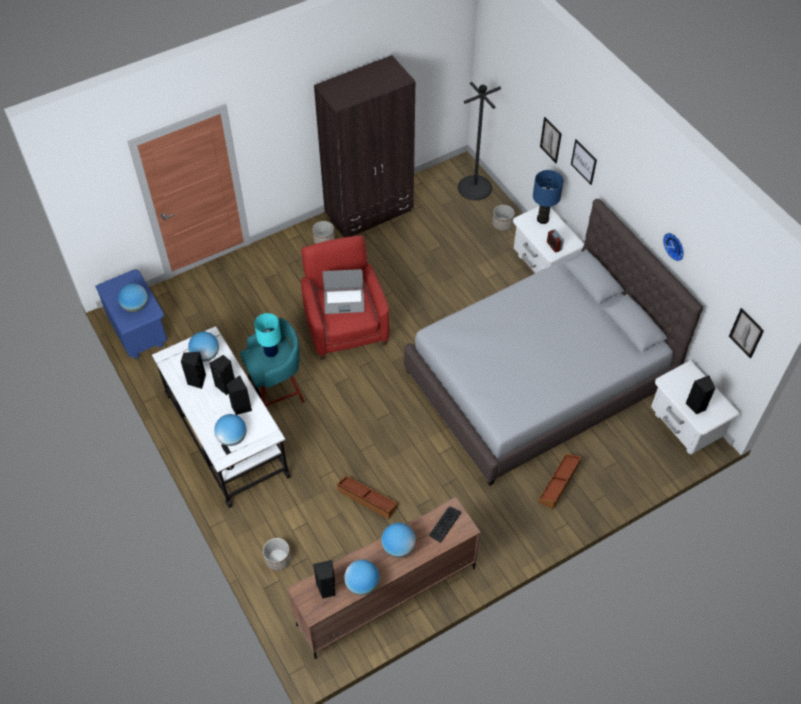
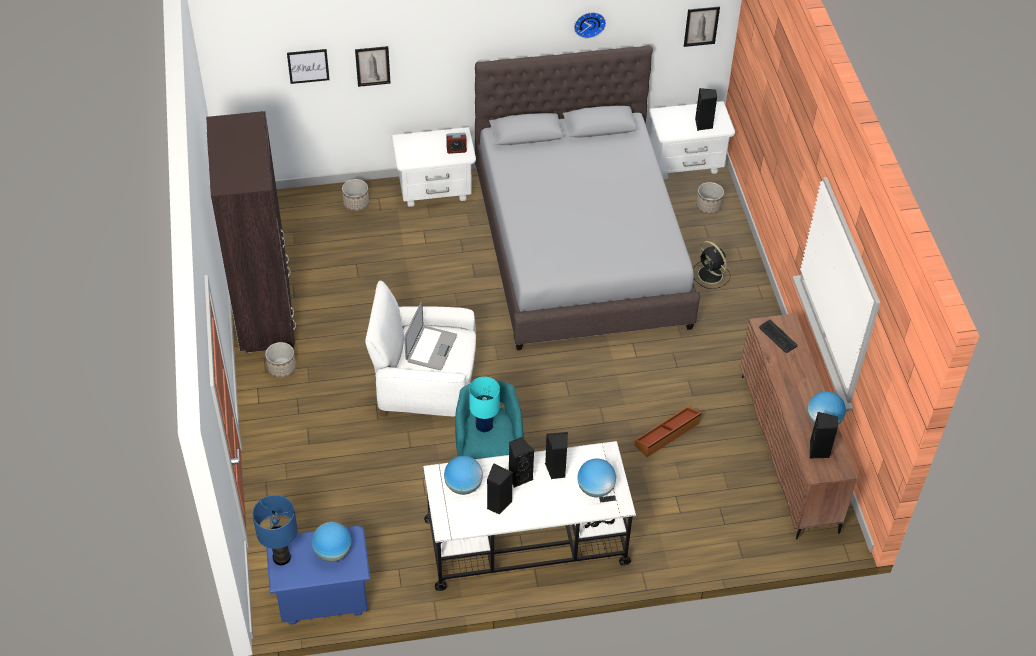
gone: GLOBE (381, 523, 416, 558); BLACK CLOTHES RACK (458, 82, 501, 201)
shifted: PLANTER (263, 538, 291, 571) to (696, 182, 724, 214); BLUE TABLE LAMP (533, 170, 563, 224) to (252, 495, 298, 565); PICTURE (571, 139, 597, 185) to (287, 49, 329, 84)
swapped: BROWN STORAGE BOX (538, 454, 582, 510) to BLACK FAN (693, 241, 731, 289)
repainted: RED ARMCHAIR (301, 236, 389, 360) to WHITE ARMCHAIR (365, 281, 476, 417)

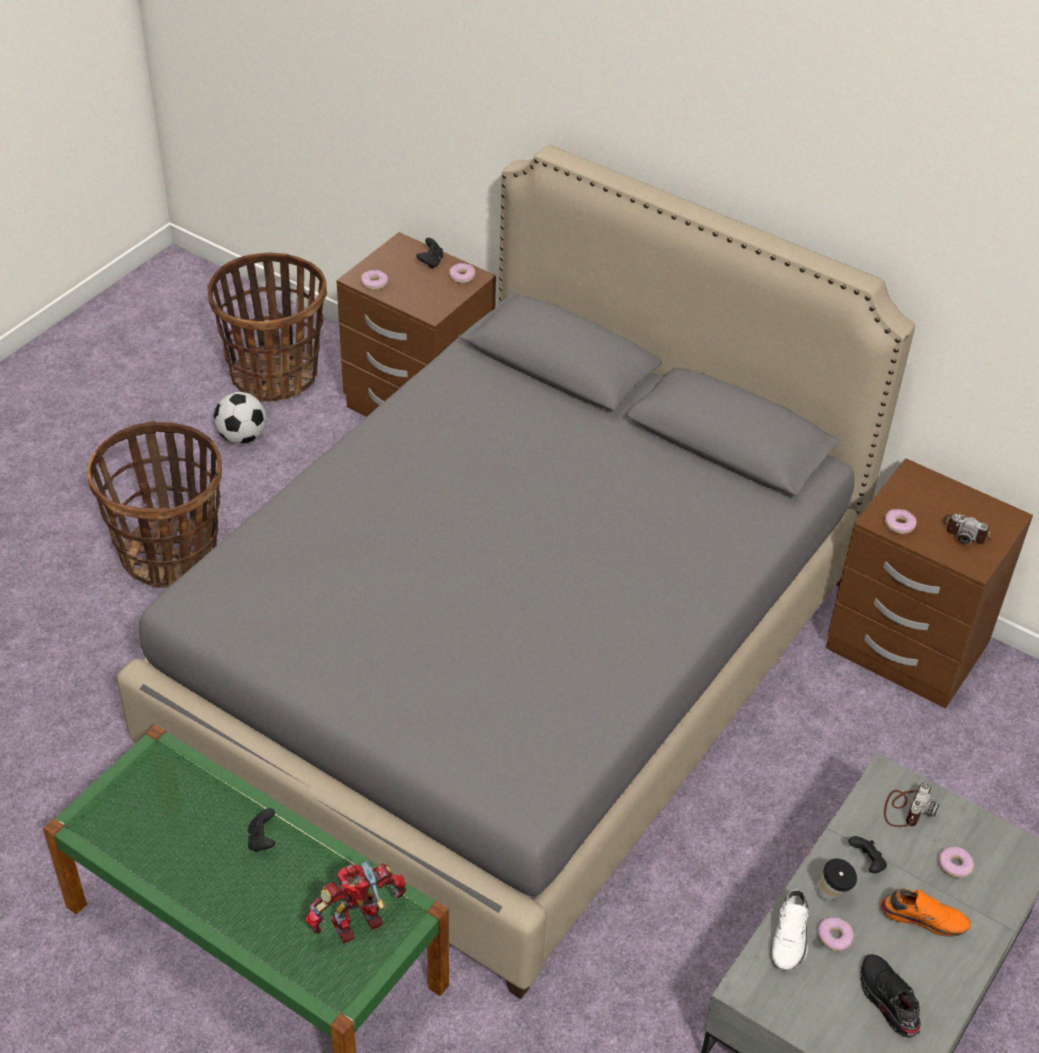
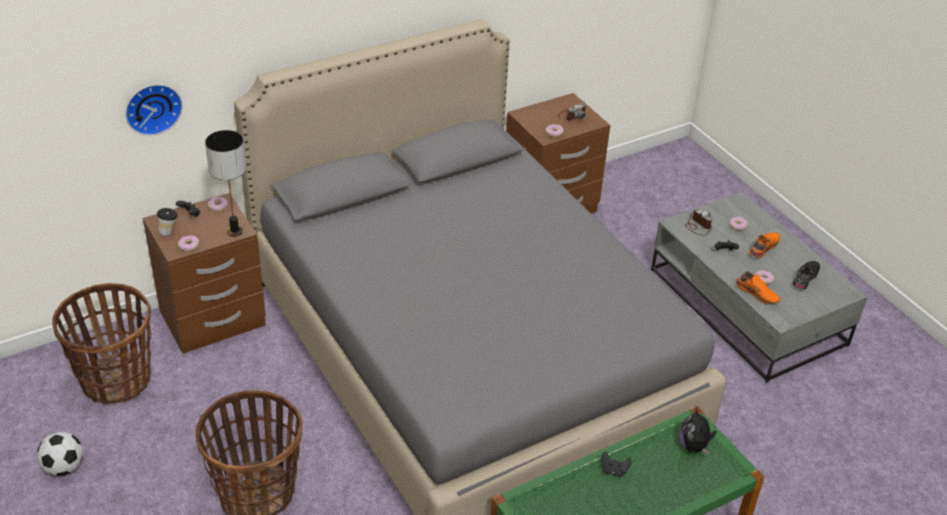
new: WALL CLOCK (125, 84, 182, 135); TABLE LAMP (205, 130, 246, 237)
shifted: FOOTBALL (214, 392, 267, 444) to (37, 432, 83, 476); CUP (816, 858, 857, 901) to (157, 208, 178, 236)
swapped: TOY ROBOT (306, 860, 406, 943) to PLUSH TOY (680, 407, 717, 455)
repainted: WHITE SHOE (771, 890, 809, 971) to ORANGE SHOE (736, 271, 780, 305)
rotated: BLACK SHOE (860, 954, 921, 1038) = (793, 261, 820, 290) 120 degrees clockwise

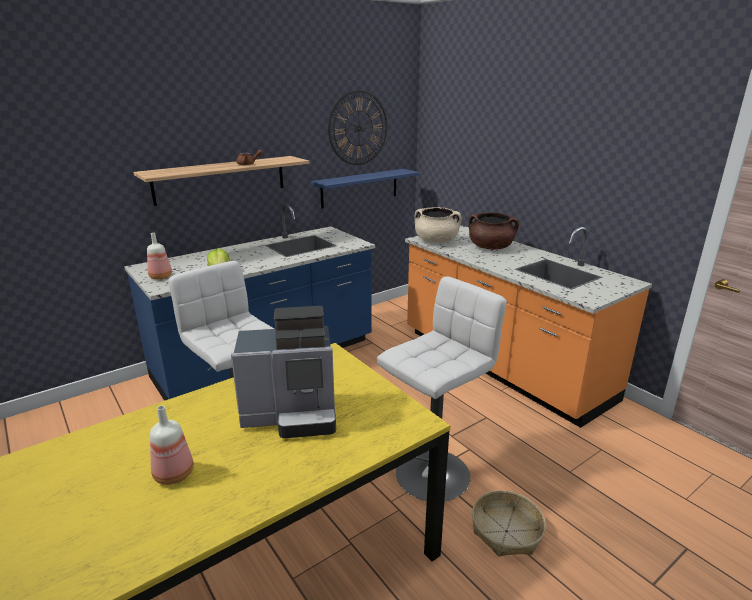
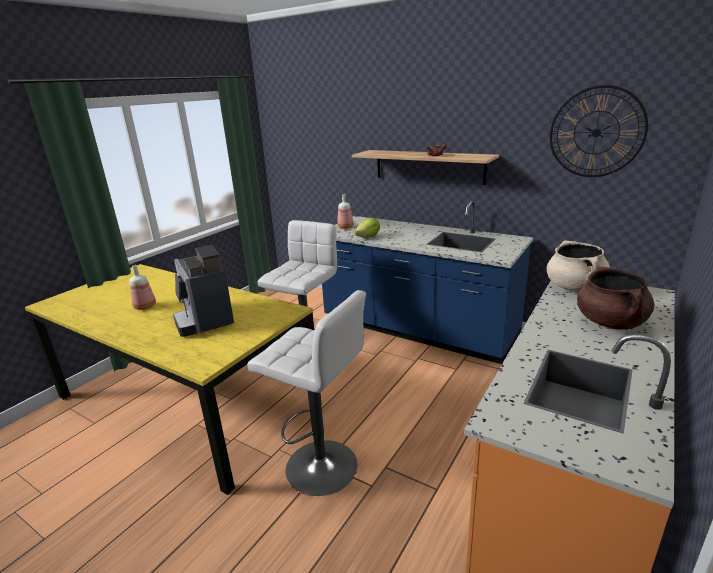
gone: BLUE SHELF (311, 169, 419, 209); BASKET (472, 490, 546, 557)

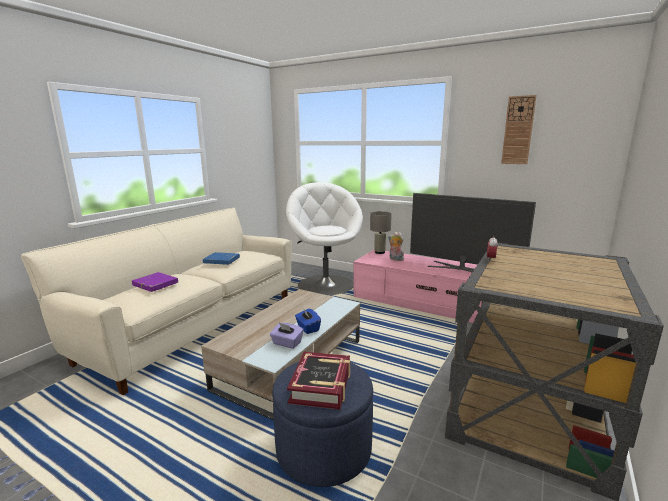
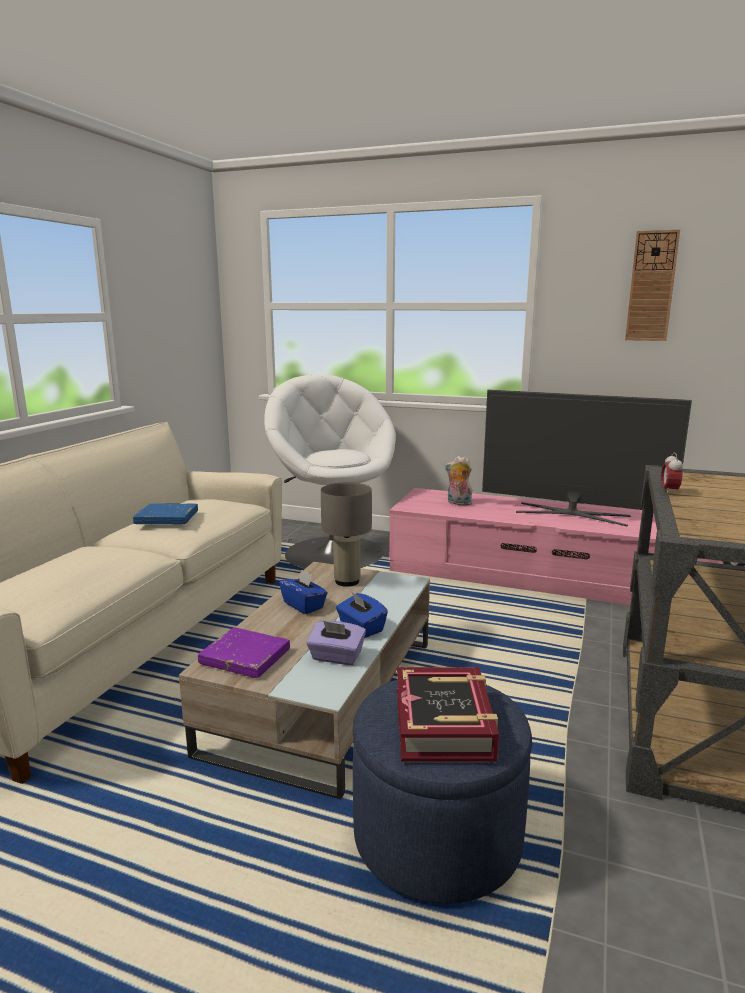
new: BLUE TISSUE BOX (279, 570, 328, 614)
shifted: PURPLE BOOK (132, 272, 178, 292) to (198, 627, 290, 678); GREY TABLE LAMP (370, 211, 391, 254) to (321, 482, 372, 587)

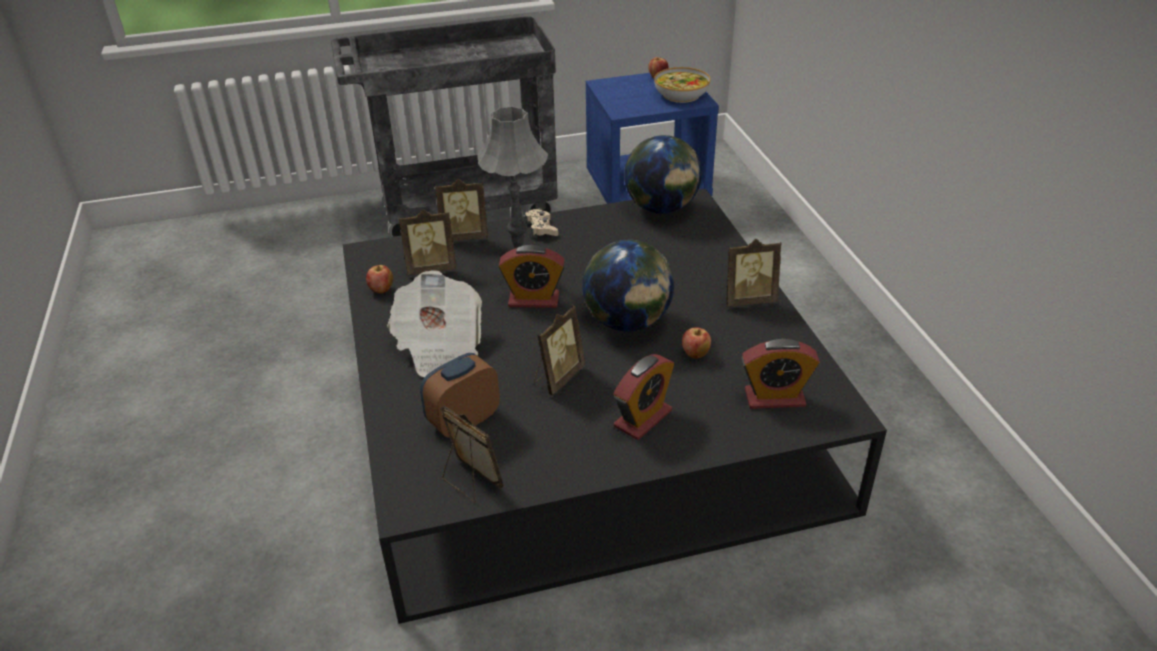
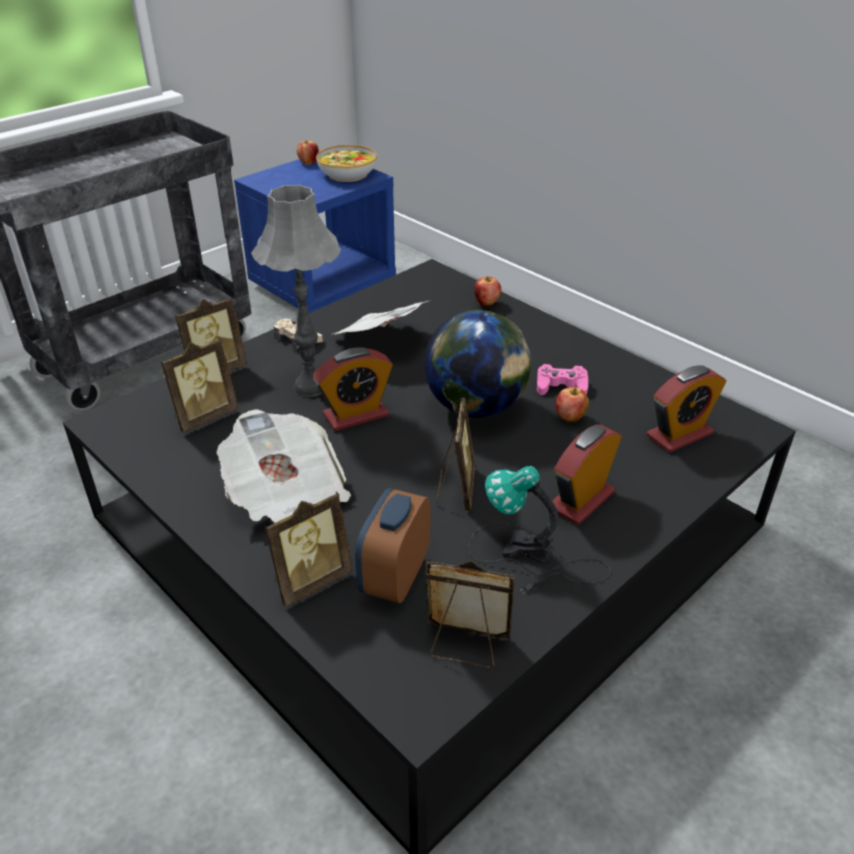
gone: GLOBE (624, 135, 702, 214)
new: NEWSPAPER (333, 301, 428, 335); TABLE LAMP (468, 466, 611, 594); PINK GAME CONTROLLER (537, 364, 588, 395)
shifted: APPLE (366, 265, 393, 294) to (474, 276, 501, 306); PICTURE FRAME (726, 239, 782, 307) to (264, 492, 353, 607)
rotated: ALARM CLOCK (614, 354, 674, 440) = (552, 425, 622, 525) 150 degrees counterclockwise

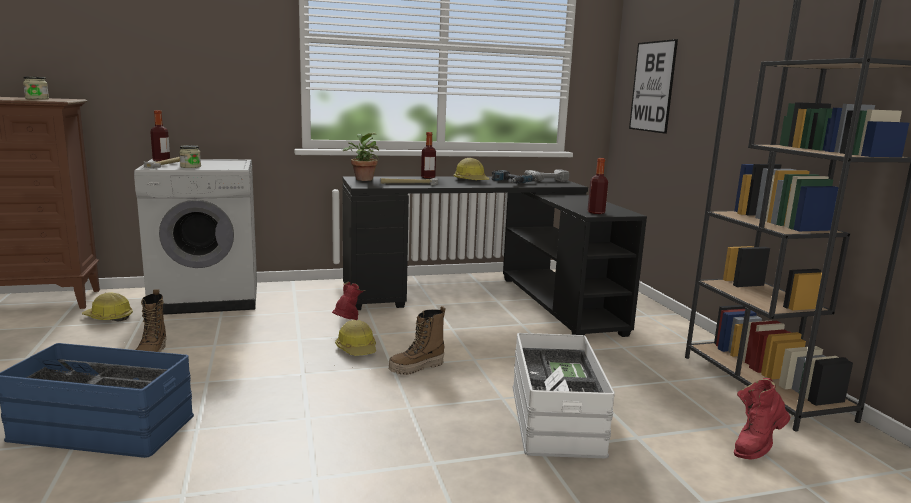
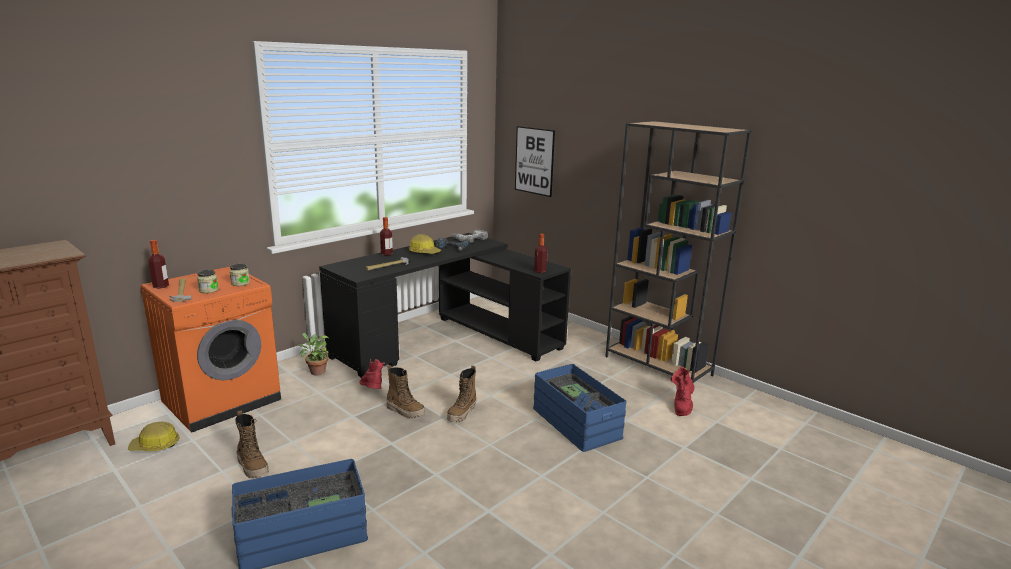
shifted: JAR (23, 76, 49, 100) to (230, 264, 250, 286); POTTED PLANT (343, 132, 379, 181) to (299, 333, 330, 375)
swapped: HARD HAT (335, 320, 376, 356) to BOOT (387, 365, 425, 419)
repainted: WHITE WASHING MACHINE (134, 159, 257, 315) to ORANGE WASHING MACHINE (141, 267, 281, 433); WHITE STORAGE BOX (513, 333, 615, 458) to BLUE STORAGE BOX (533, 364, 627, 452)

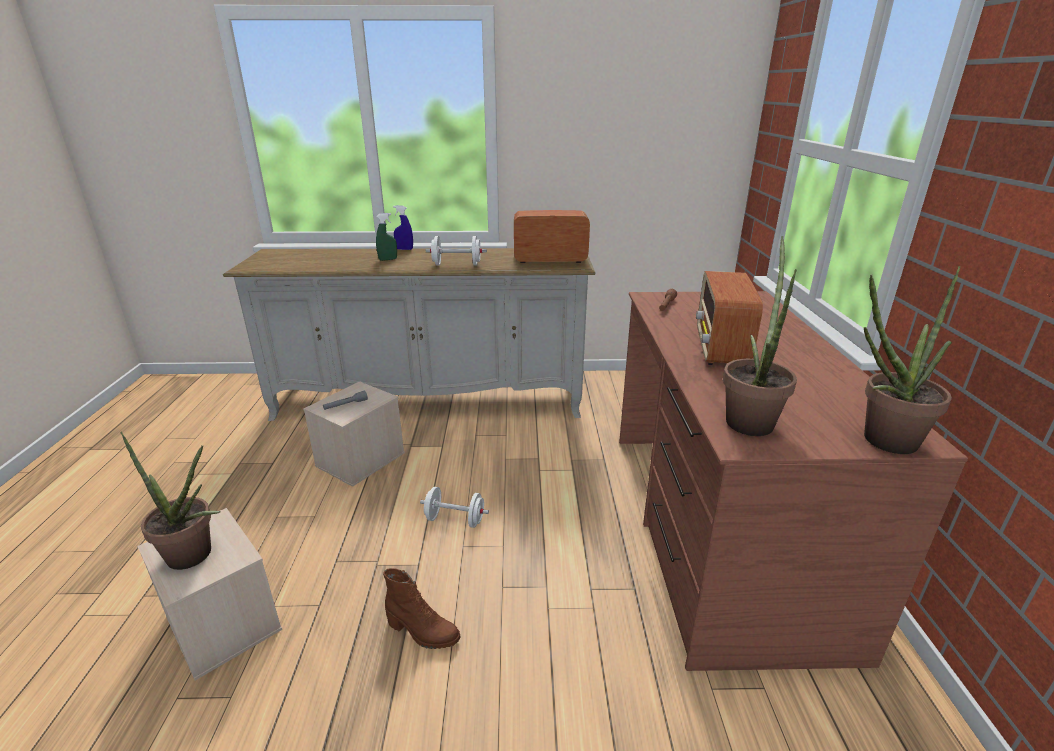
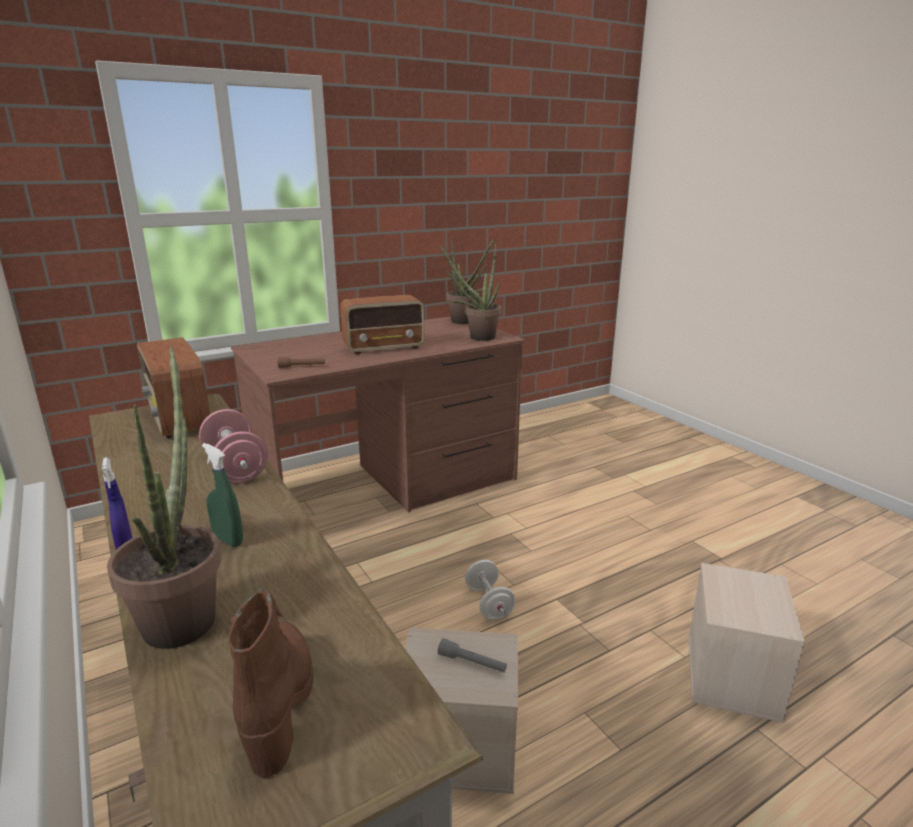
shifted: POTTED PLANT (120, 431, 220, 570) to (107, 346, 221, 649); BROWN BOOT (383, 568, 460, 649) to (228, 588, 314, 778)
repainted: WHITE DUMBBELL (426, 236, 487, 265) to PINK DUMBBELL (199, 409, 268, 483)

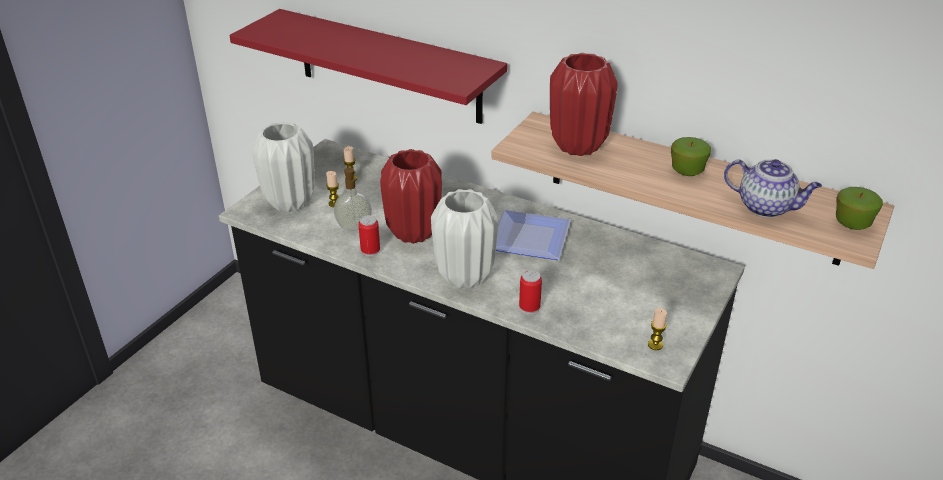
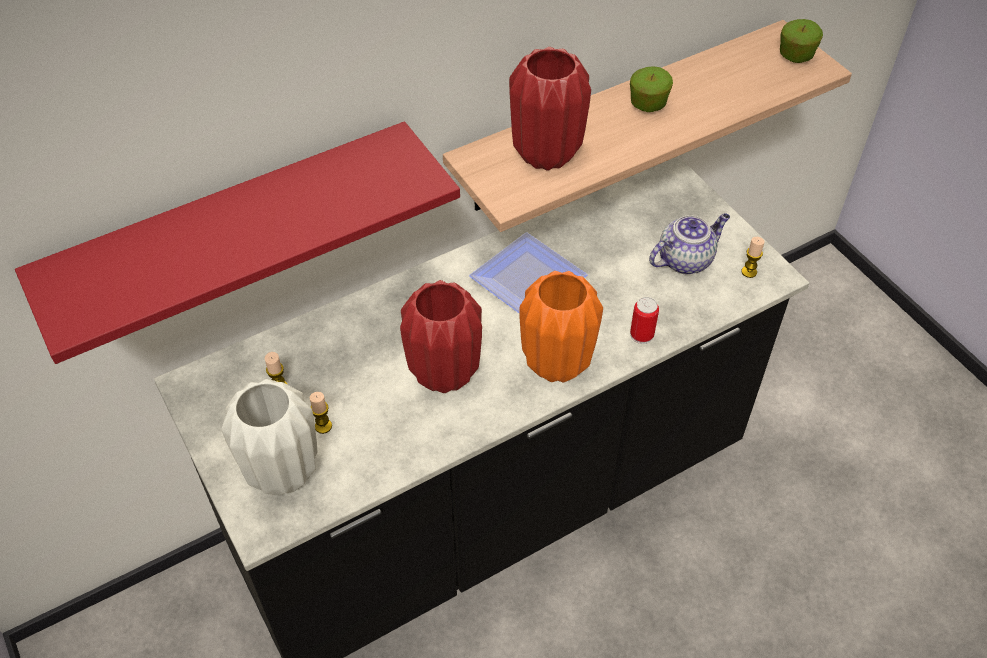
gone: SOAP DISPENSER (334, 166, 372, 231); CAN (358, 215, 380, 257)
shifted: TEAPOT (724, 159, 822, 218) to (649, 213, 730, 274)
repainted: WHITE VASE (431, 189, 498, 289) to ORANGE VASE (520, 271, 603, 382)

